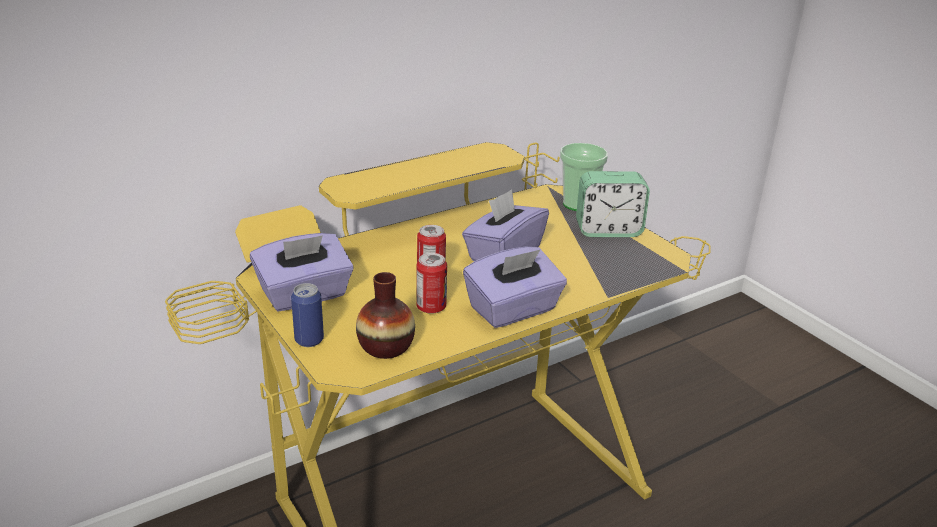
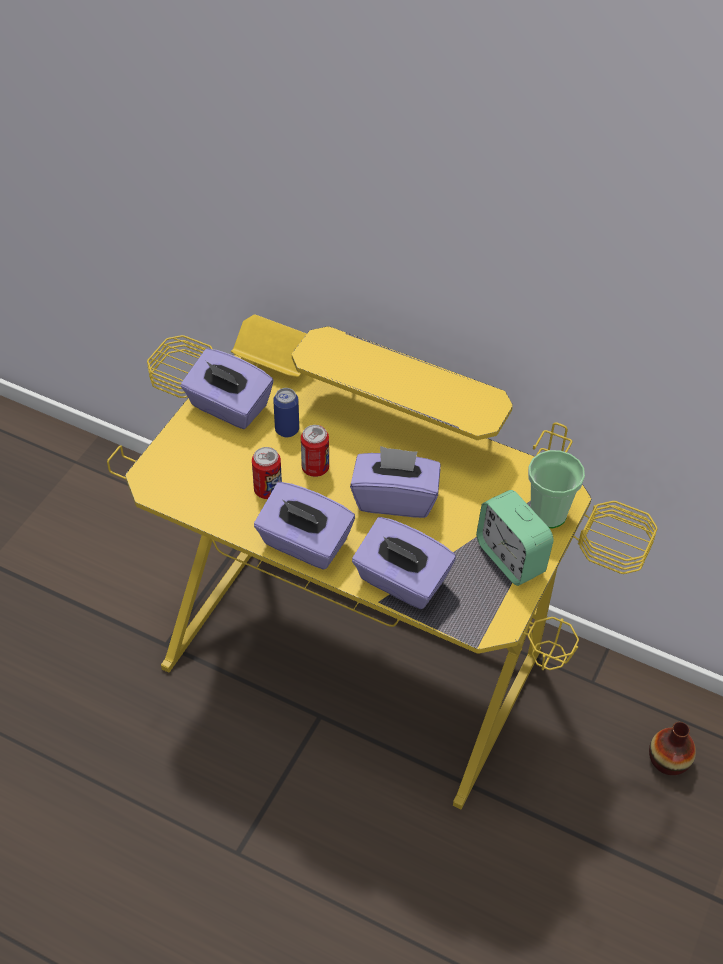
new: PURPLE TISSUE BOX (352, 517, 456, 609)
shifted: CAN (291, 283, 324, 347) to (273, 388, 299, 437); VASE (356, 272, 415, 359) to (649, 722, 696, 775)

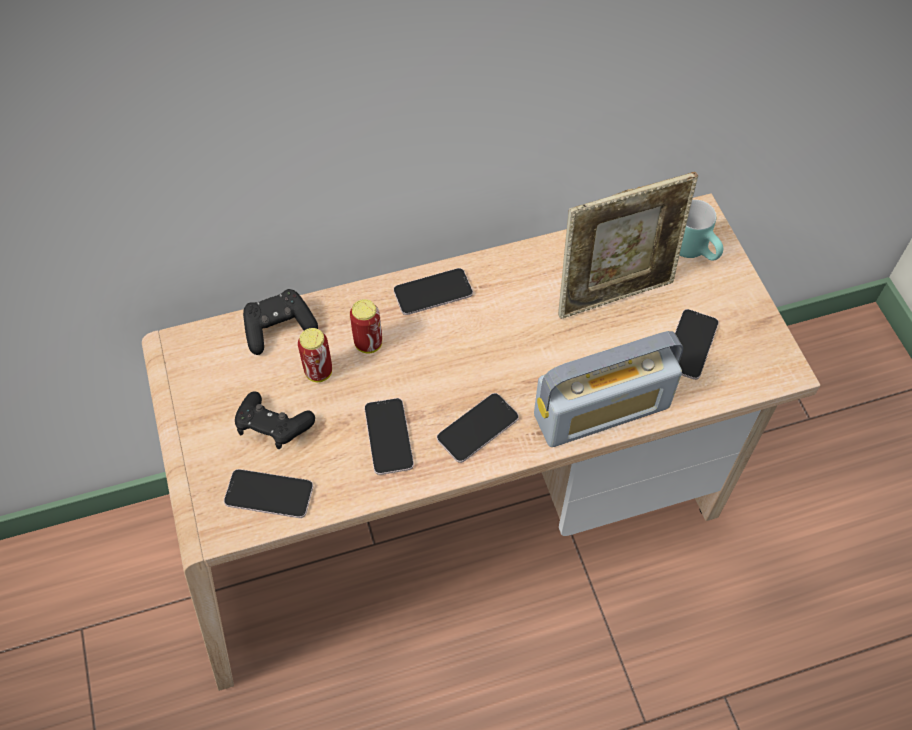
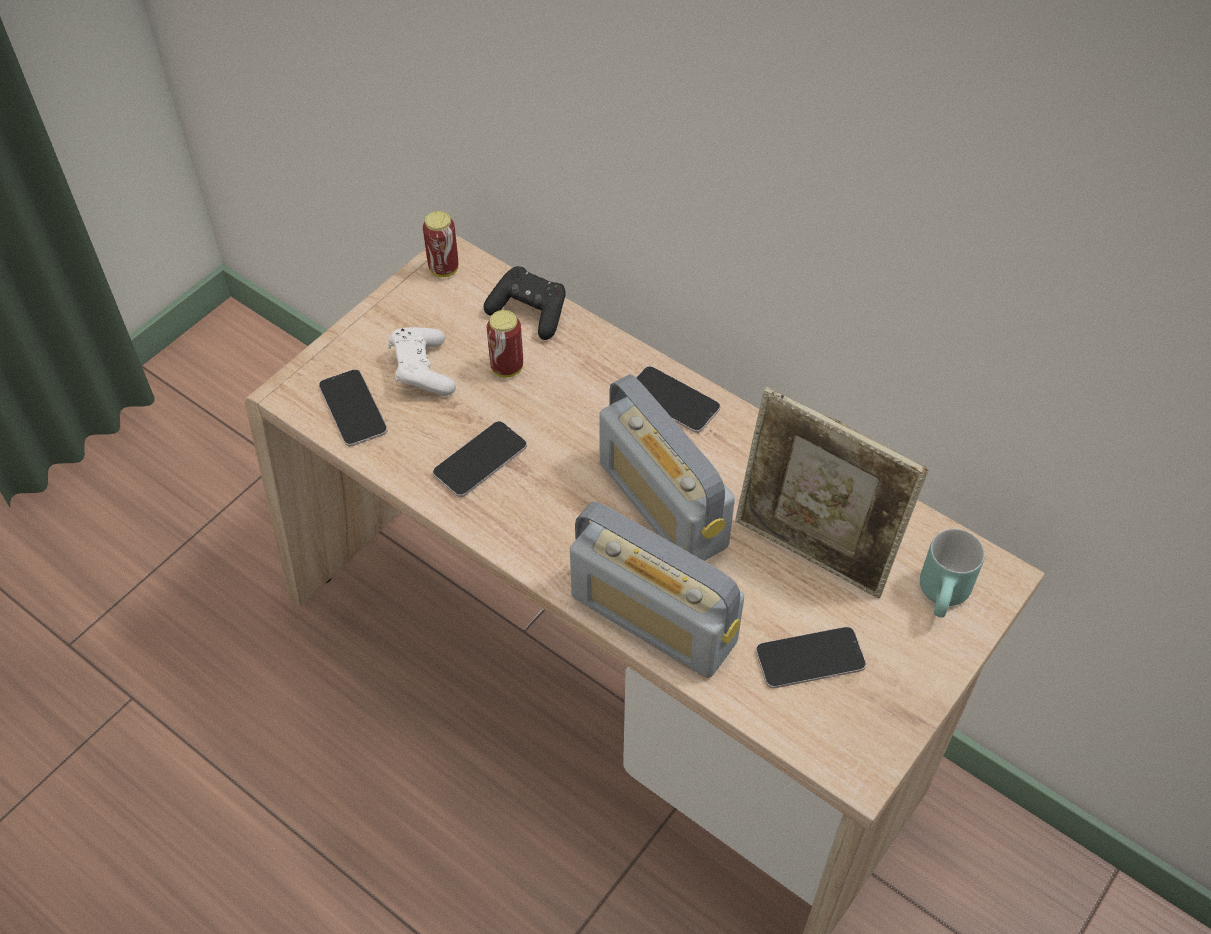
gone: PHONE (437, 393, 519, 463)
new: RADIO (599, 374, 735, 561)
shifted: CAN (350, 299, 382, 353) to (423, 211, 458, 277)
repainted: BLACK GAME CONTROLLER (235, 391, 315, 449) to WHITE GAME CONTROLLER (388, 327, 456, 396)

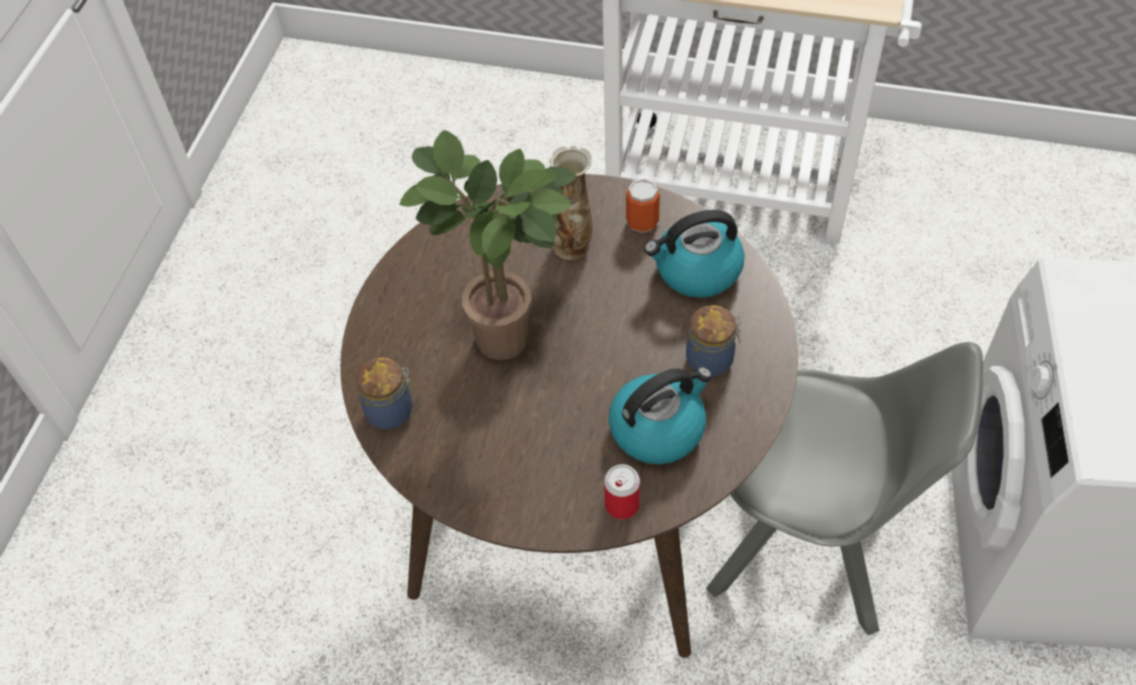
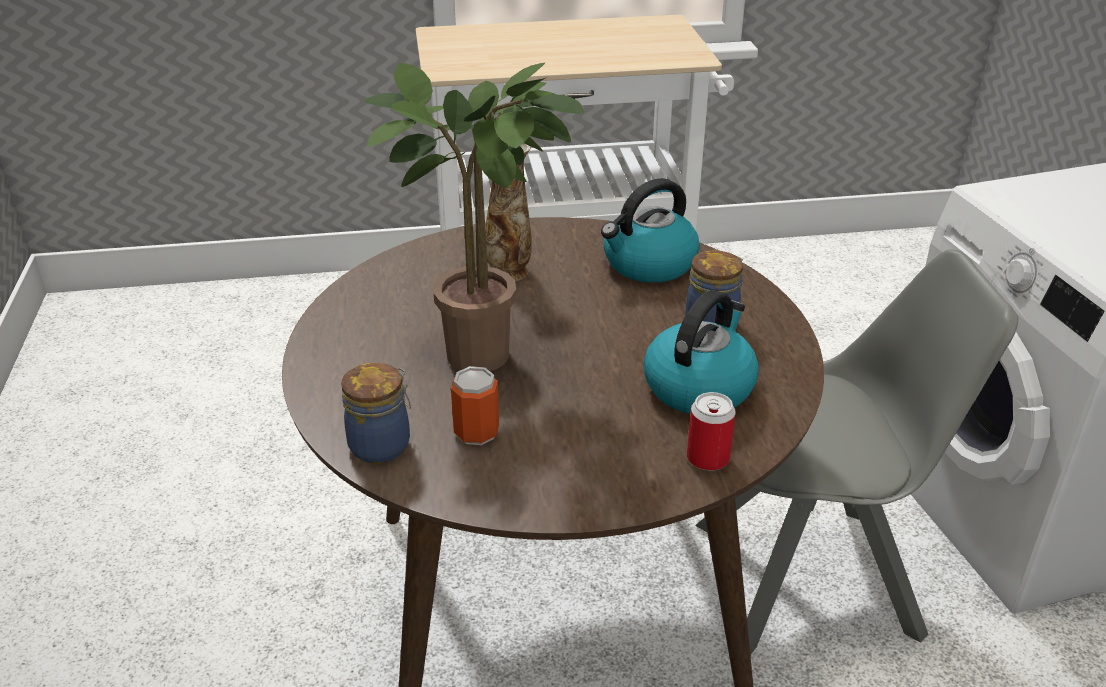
shifted: CAN (626, 178, 660, 233) to (451, 366, 499, 445)

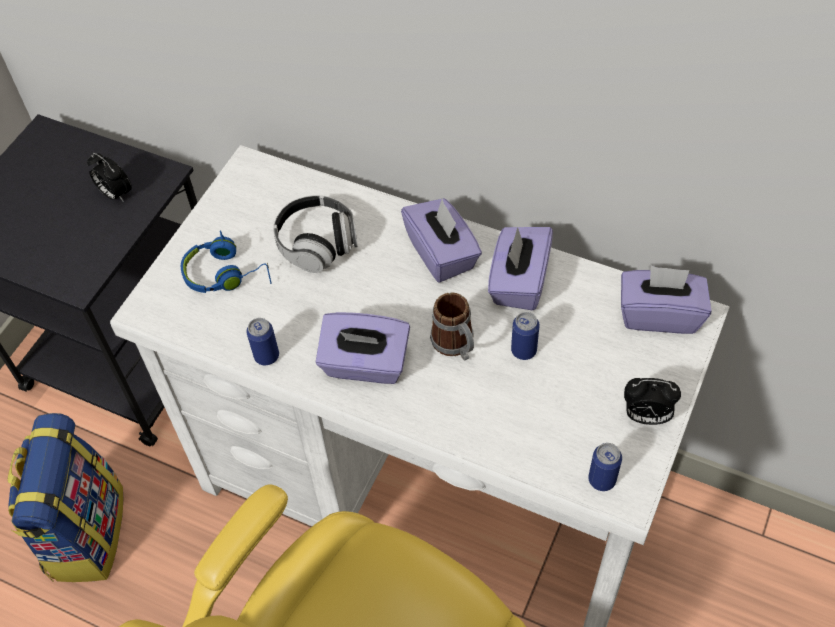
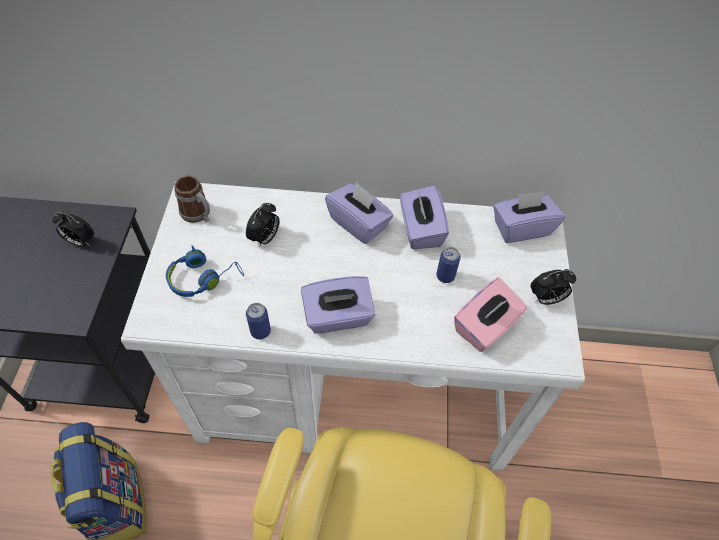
gone: CAN (588, 443, 622, 491)
new: PINK TISSUE BOX (454, 278, 527, 352)
shifted: MUG (430, 292, 474, 360) to (174, 176, 210, 223)
swapped: HEADPHONES (273, 195, 358, 273) to ALARM CLOCK (246, 203, 279, 246)

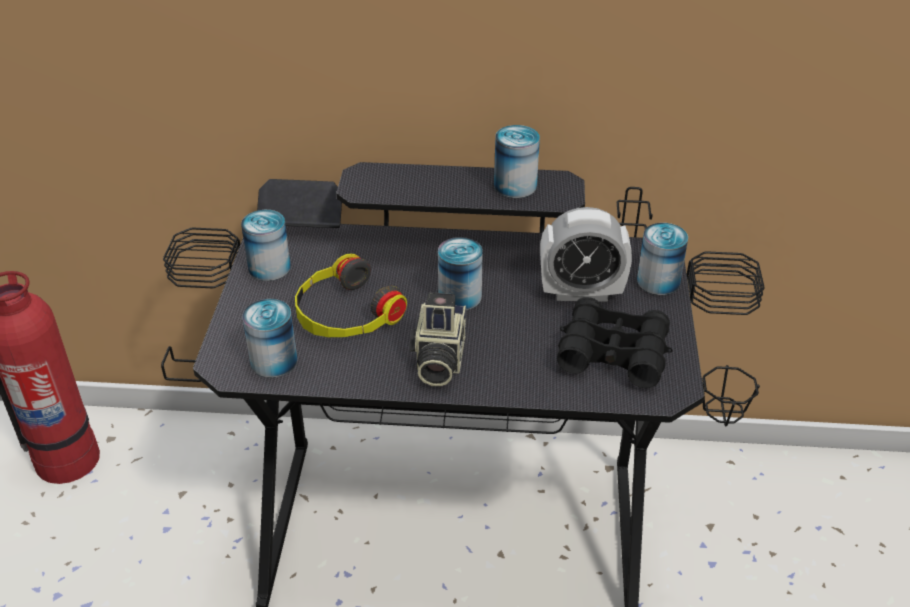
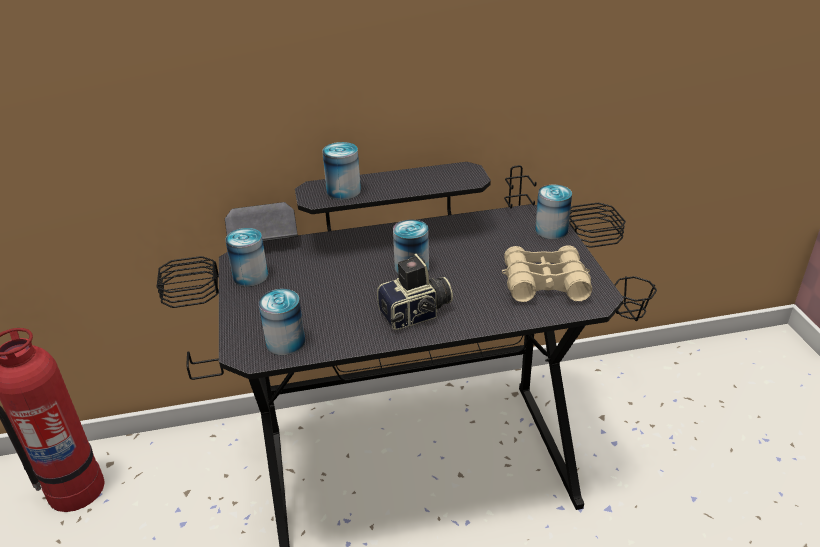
gone: HEADPHONES (295, 253, 407, 337); ALARM CLOCK (540, 207, 632, 302)
shifted: CAN (494, 125, 540, 198) to (322, 142, 361, 200)
repainted: BLACK BINOCULARS (557, 297, 673, 388) to BEIGE BINOCULARS (502, 245, 592, 302)
rotated: PHOTO CAMERA (409, 292, 466, 386) = (377, 254, 453, 330) 105 degrees counterclockwise

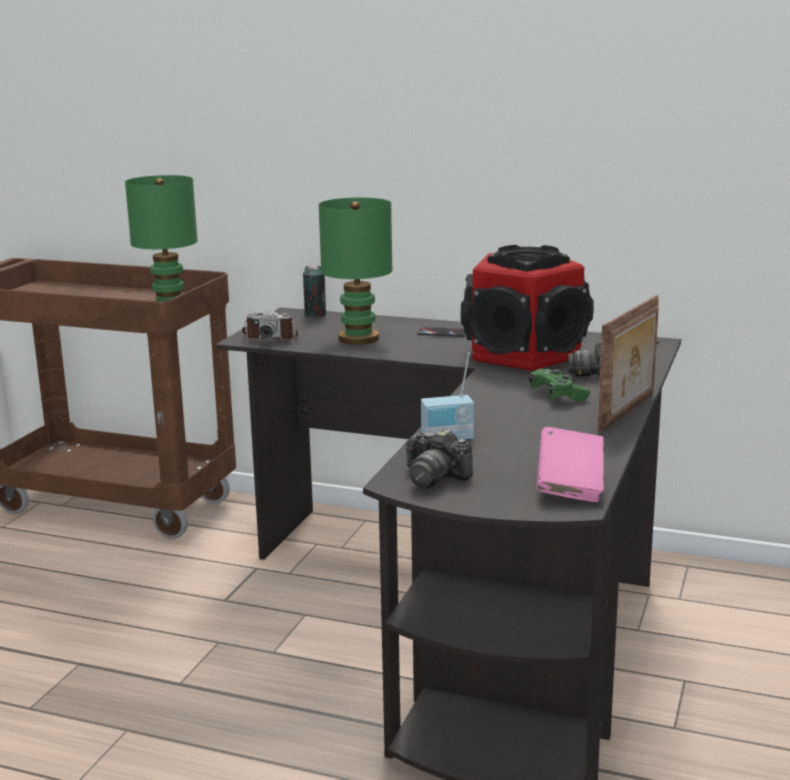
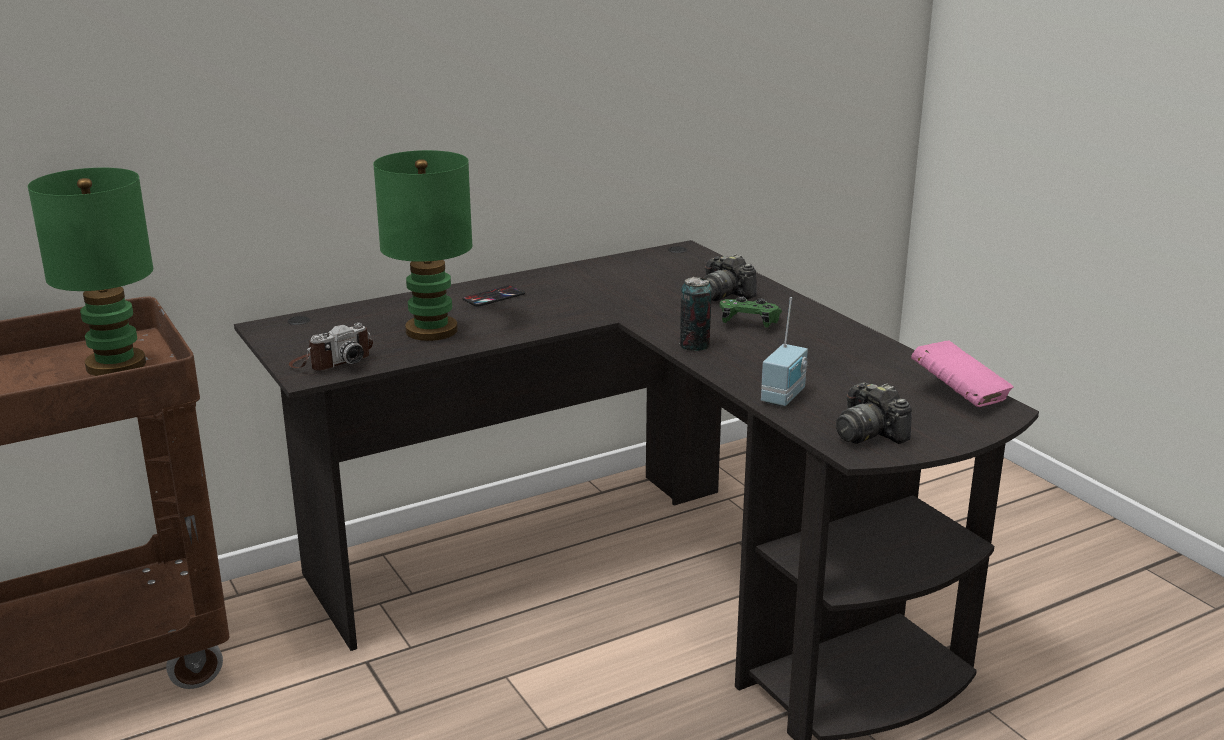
gone: SPEAKER (461, 245, 594, 371); PICTURE FRAME (597, 295, 659, 433)
shifted: CAN (303, 265, 326, 318) to (679, 277, 712, 351)
rotated: PHOTO CAMERA (405, 429, 473, 488) = (836, 382, 912, 444) 75 degrees clockwise

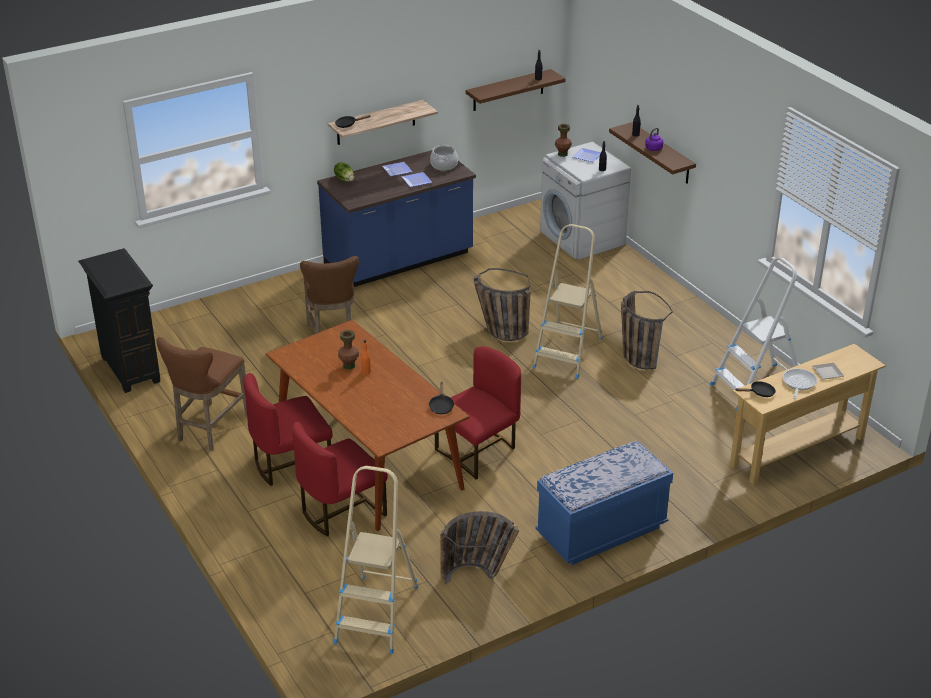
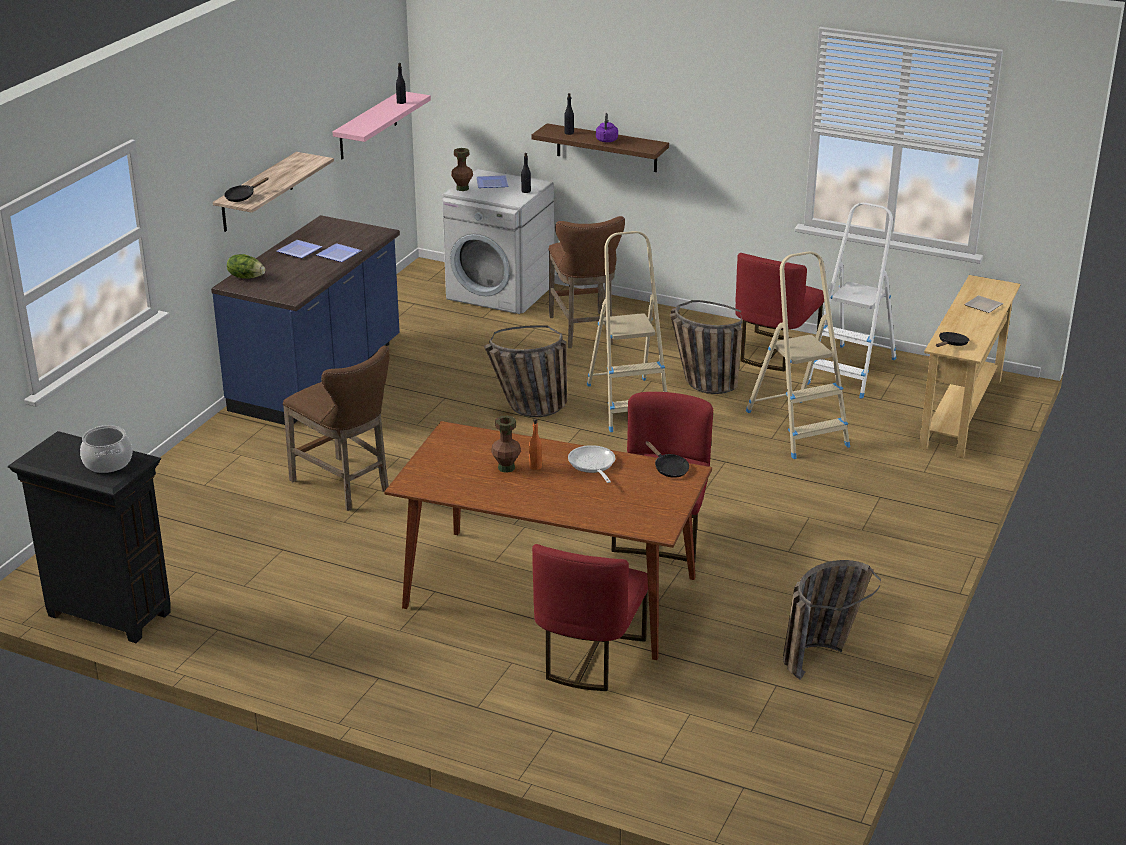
gone: BLUE BENCH (536, 441, 673, 565)
shifted: BROWN STOOL (157, 337, 247, 451) to (548, 216, 625, 348); RED CHAIR (244, 373, 332, 486) to (735, 253, 824, 371); BEIGE STEP LADDER (334, 466, 419, 654) to (746, 251, 850, 459); COOKING POT (430, 145, 458, 170) to (80, 425, 132, 473); FRYING PAN (782, 368, 817, 399) to (568, 445, 615, 483)
repainted: BROWN SHELF (466, 69, 566, 111) to PINK SHELF (333, 92, 431, 159)

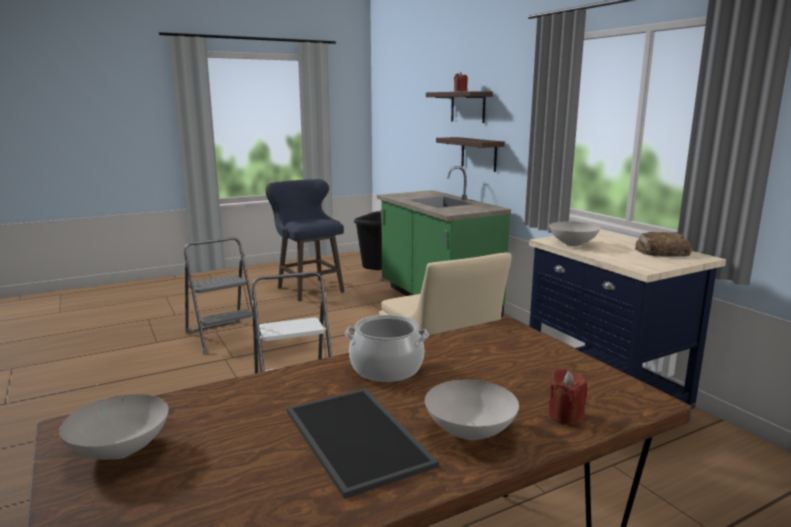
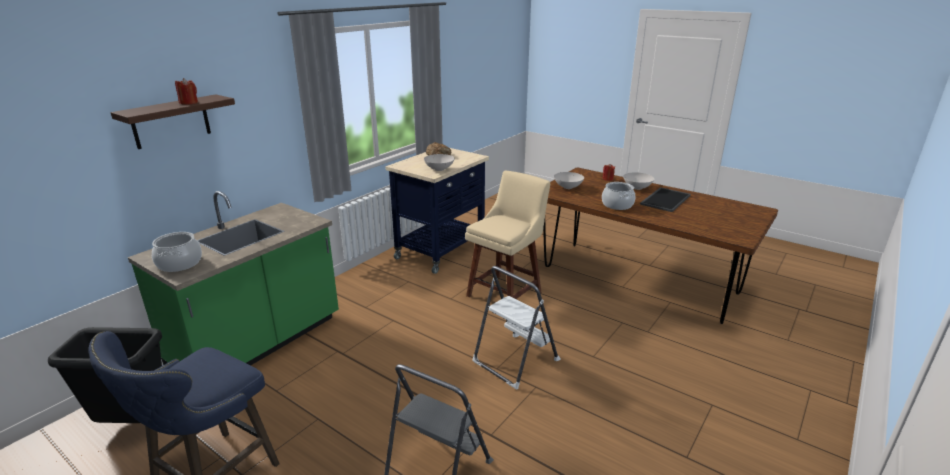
gone: SHELF (436, 137, 505, 172)
new: COOKING POT (152, 232, 202, 272)
shifted: WHITE BOWL (59, 394, 169, 460) to (554, 172, 584, 189)

